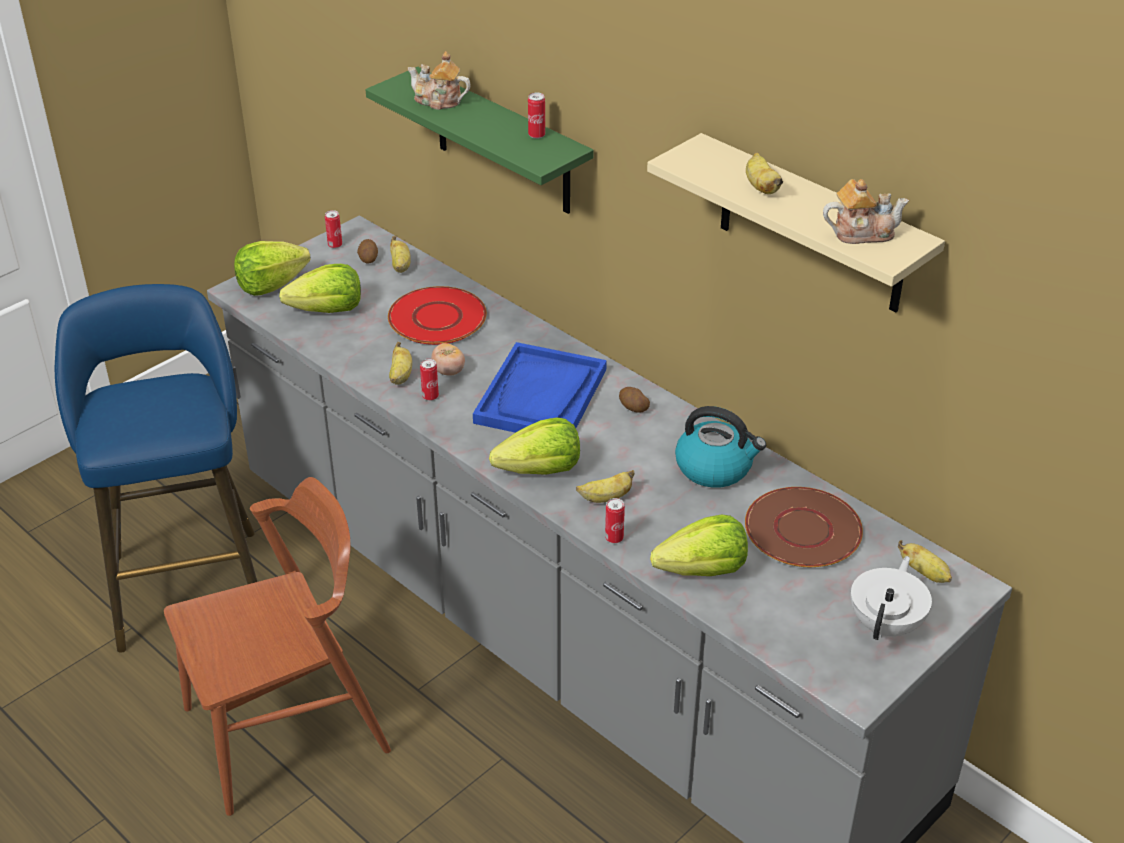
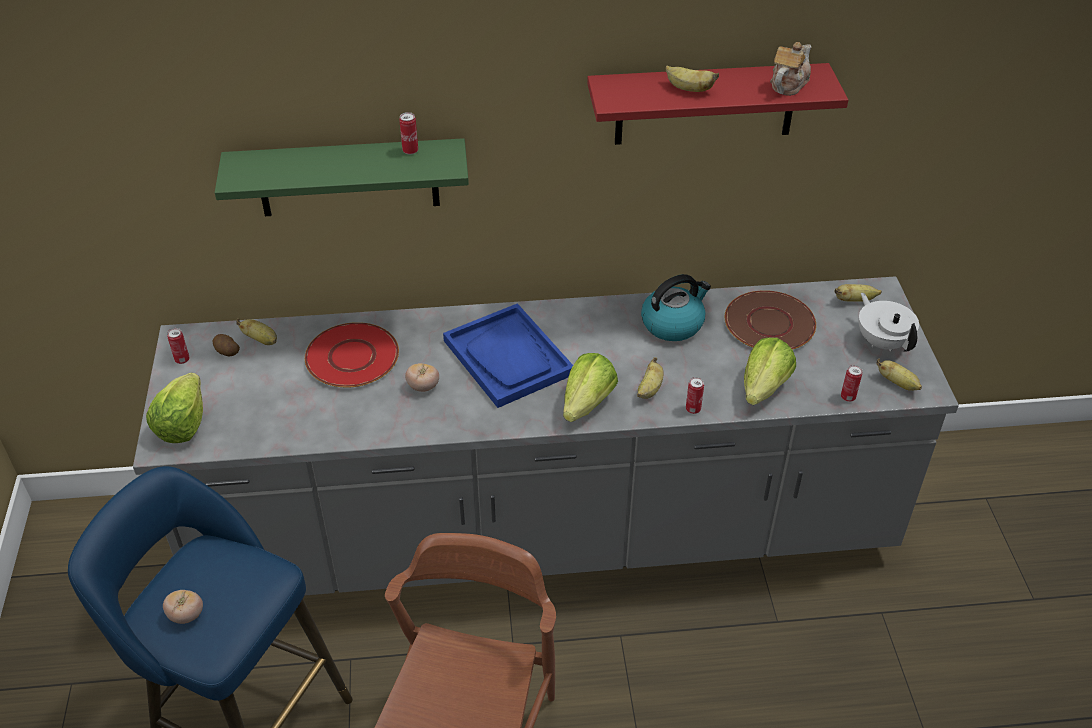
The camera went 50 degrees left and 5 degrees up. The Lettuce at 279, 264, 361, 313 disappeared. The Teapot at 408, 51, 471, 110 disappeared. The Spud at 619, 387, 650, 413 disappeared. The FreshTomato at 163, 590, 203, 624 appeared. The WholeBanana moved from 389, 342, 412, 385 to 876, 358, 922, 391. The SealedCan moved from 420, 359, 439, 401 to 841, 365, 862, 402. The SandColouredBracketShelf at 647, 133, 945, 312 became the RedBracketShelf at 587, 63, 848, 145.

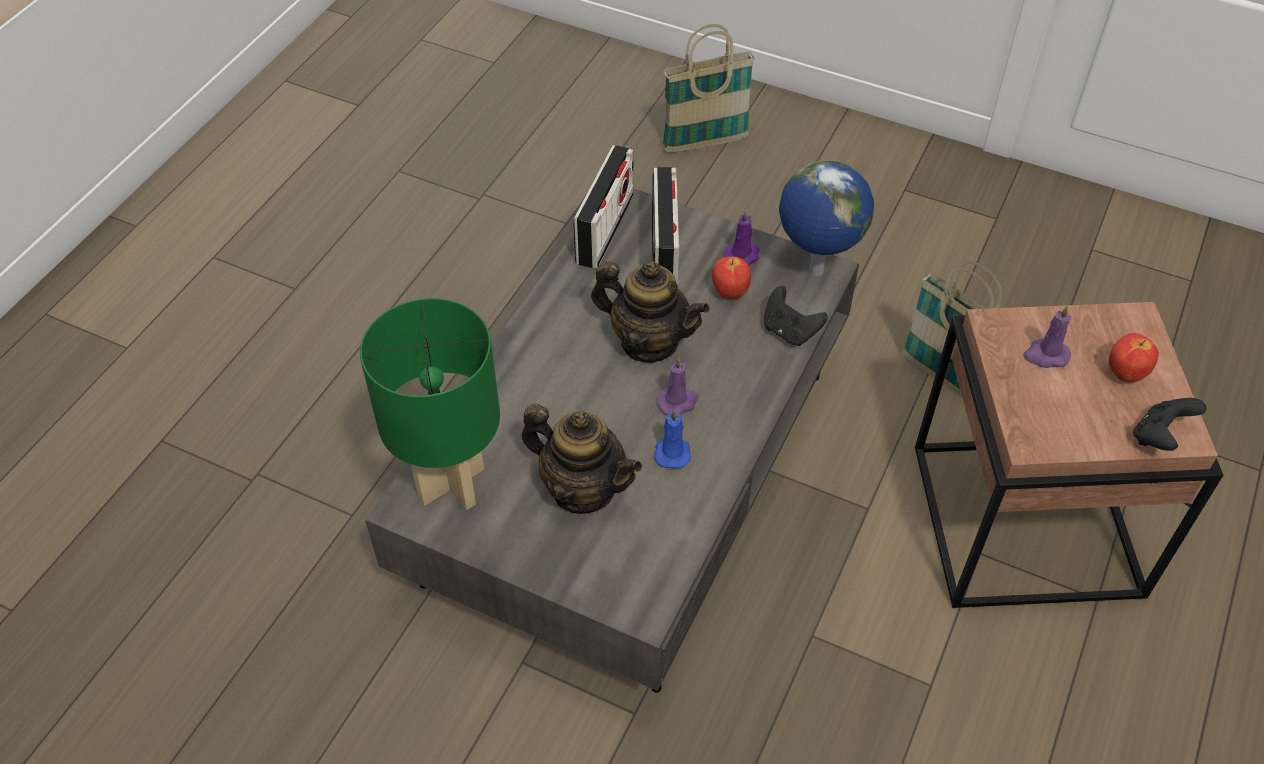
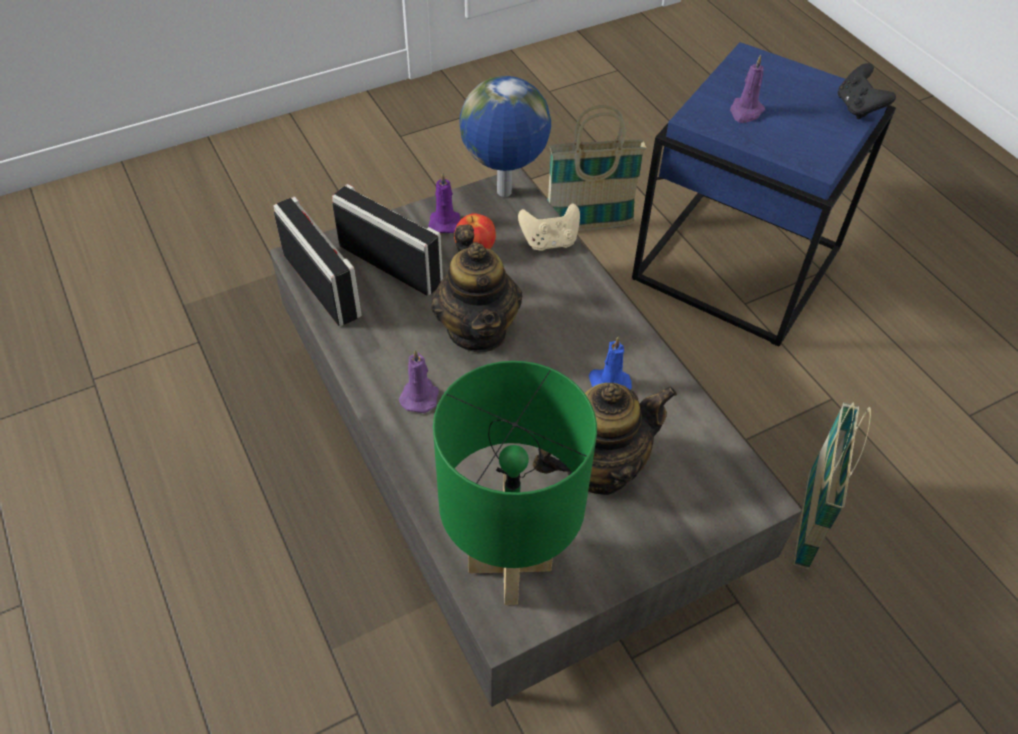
The camera went 55 degrees left and 0 degrees up. The WholeApple at 1109, 333, 1159, 382 disappeared. The PurpleCandle moved from 657, 357, 699, 415 to 399, 349, 439, 413. The Basket moved from 662, 24, 754, 153 to 793, 402, 871, 569. The BlackishGamepad at 764, 286, 828, 346 became the SandColouredGamepad at 518, 203, 580, 251. The BrownAccentTable at 915, 302, 1223, 608 became the BlueColouredAccentTable at 632, 42, 896, 347. The Teapot at 591, 261, 710, 363 turned 105 degrees clockwise.

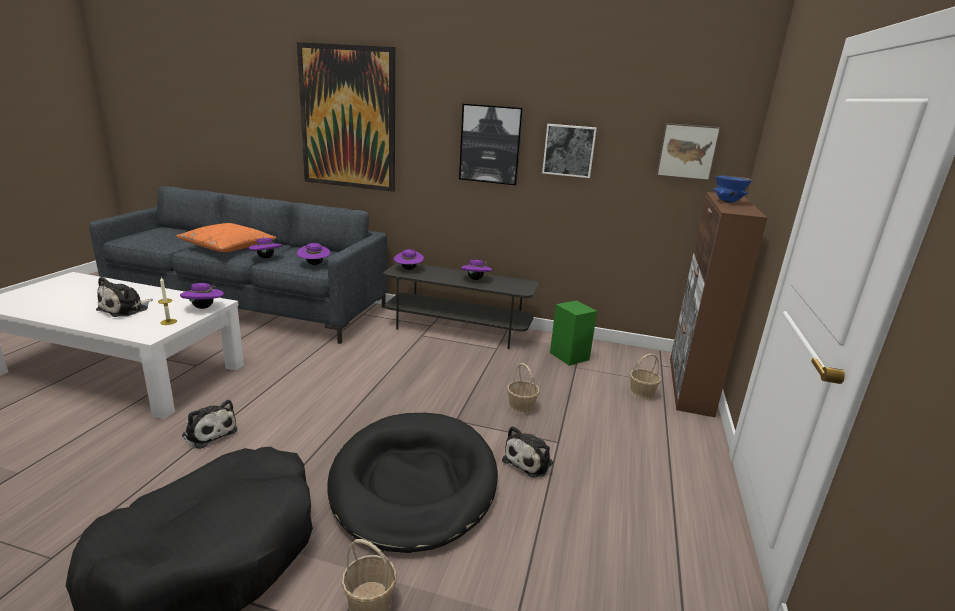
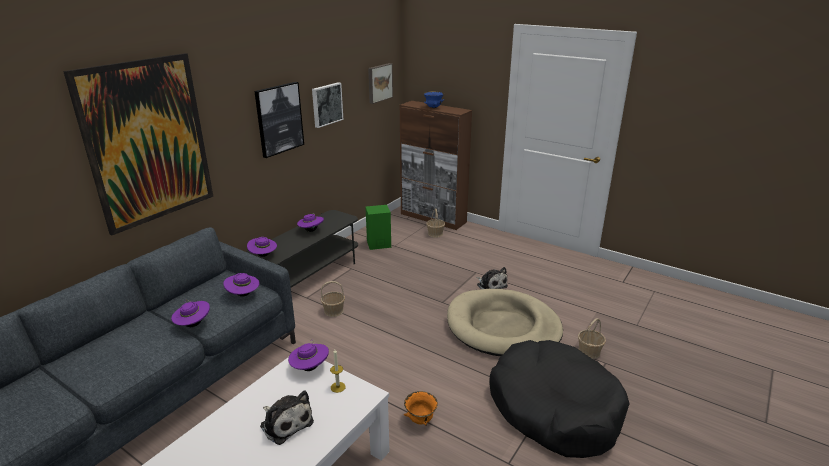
The camera went 70 degrees left and 5 degrees up. The OrangeyPillow at 176, 223, 277, 252 disappeared. The Basket moved from 507, 363, 540, 414 to 321, 281, 345, 317. The SoftToy at 182, 400, 238, 449 was replaced by the OrangeyBowl at 404, 391, 438, 426. The BlackishDogBed at 328, 413, 498, 553 became the SandColouredDogBed at 447, 289, 563, 356.

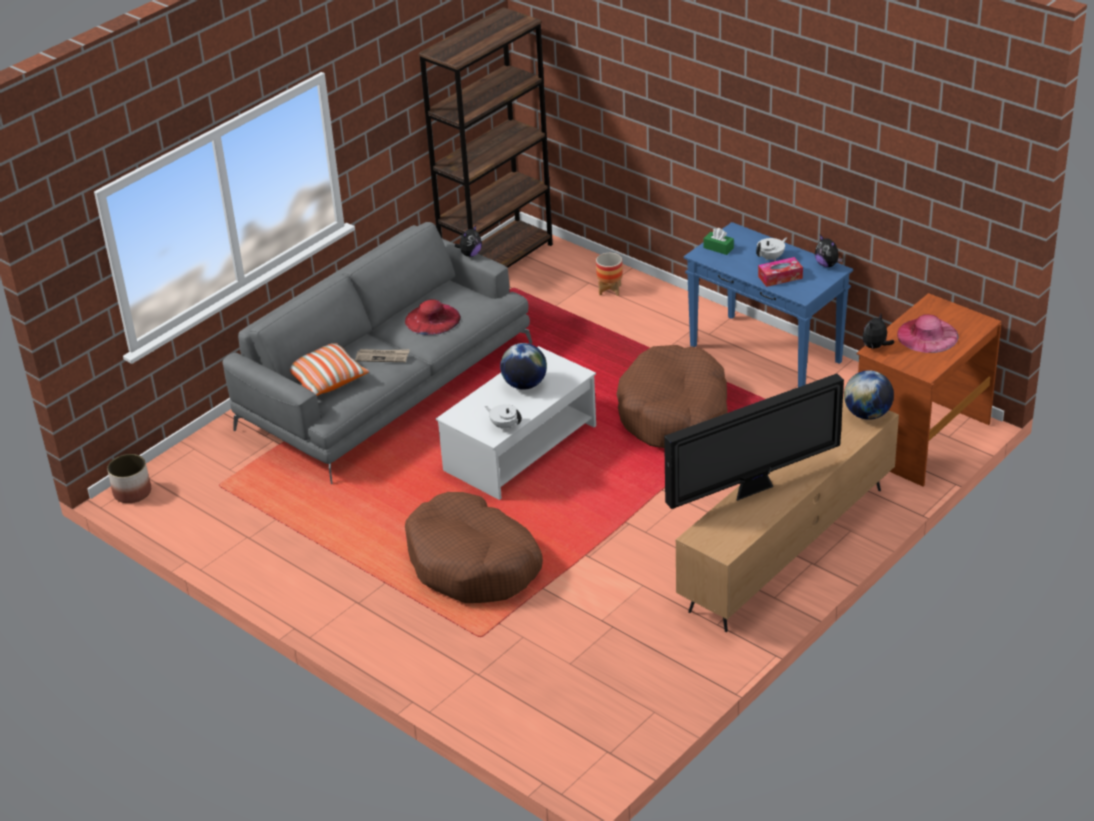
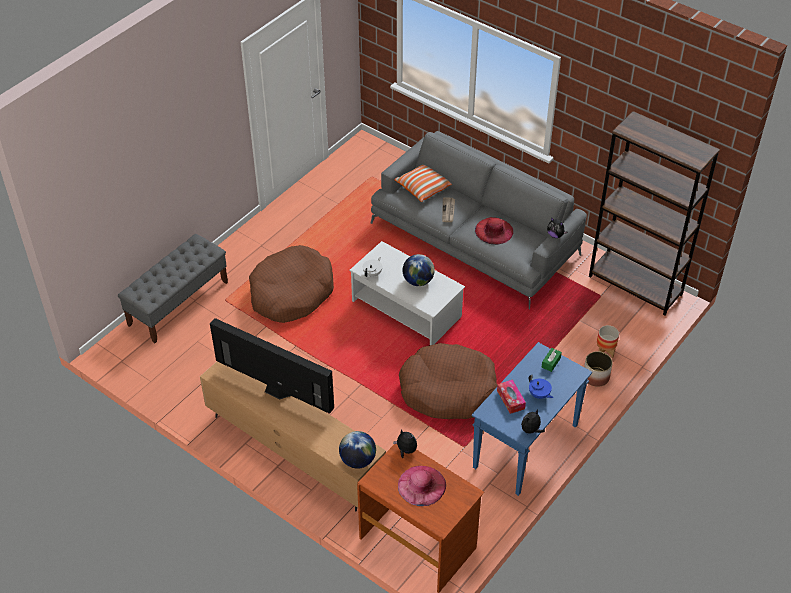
The camera went 85 degrees right and 10 degrees up. The GreyishBench at 118, 234, 228, 343 appeared. The FlowerPot moved from 107, 454, 151, 503 to 584, 351, 612, 387. The WhiteColouredTeapot at 756, 237, 787, 261 became the BlueColouredTeapot at 529, 375, 553, 399. The TvSet at 664, 373, 844, 509 turned 150 degrees clockwise.

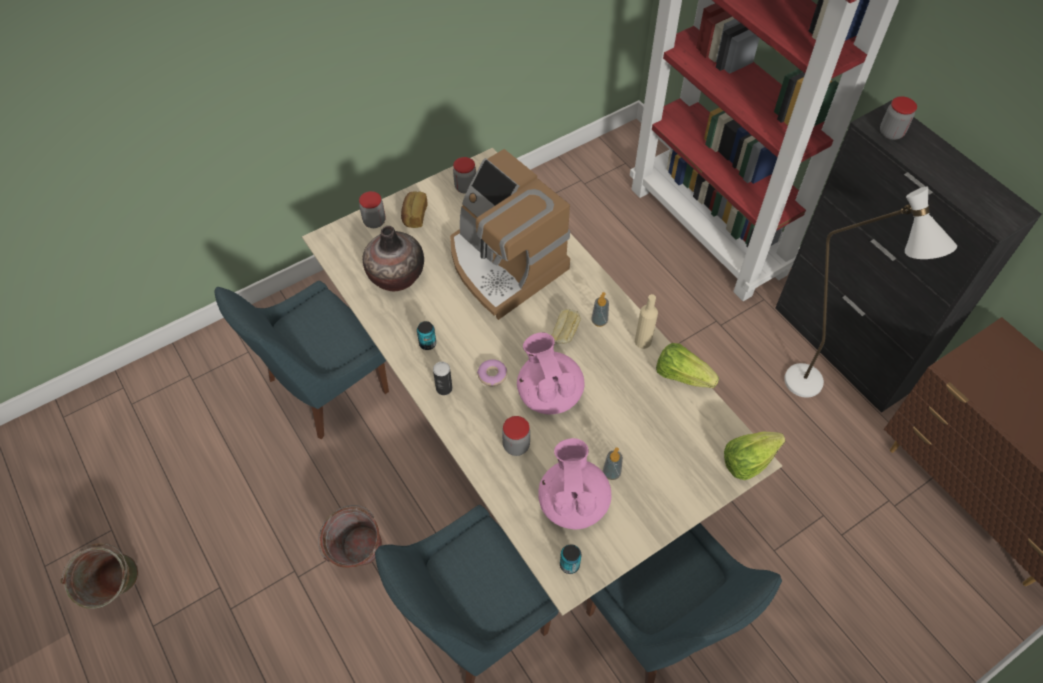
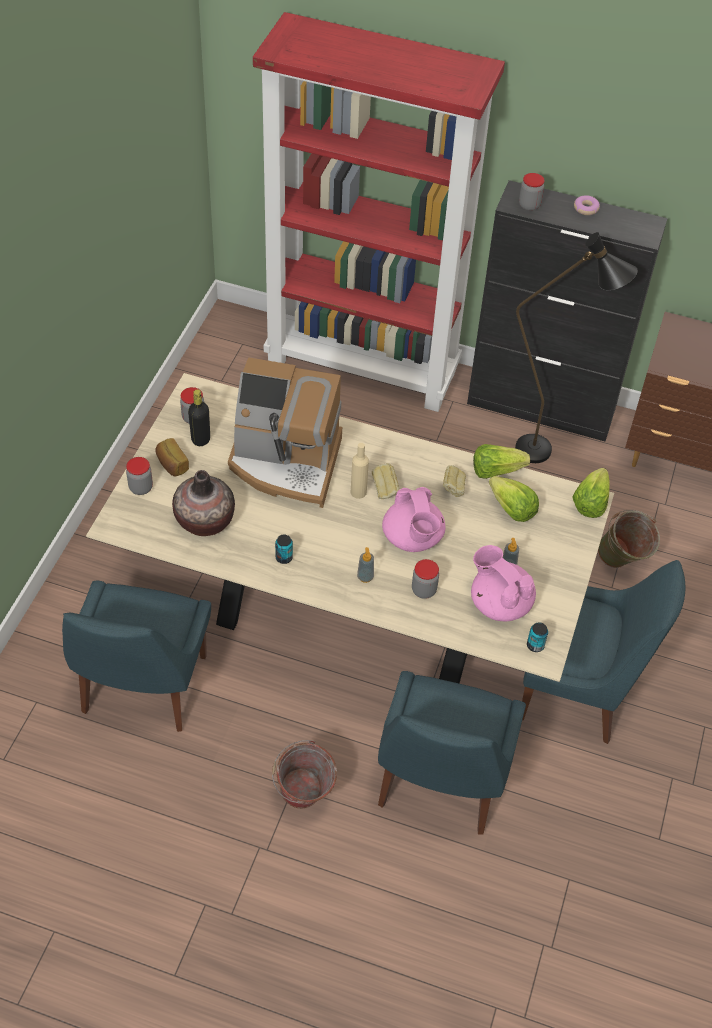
The camera went 40 degrees left and 5 degrees down. The SealedCan at 433, 362, 452, 395 disappeared. The BlackishBottle at 188, 389, 210, 446 appeared. The BakeryBread at 443, 465, 466, 497 appeared. The Lettuce at 489, 476, 539, 522 appeared. The GreenColouredBucket moved from 60, 543, 139, 609 to 598, 510, 660, 568. The Donut moved from 477, 359, 507, 386 to 574, 195, 600, 215. The SoapBottle moved from 591, 292, 609, 327 to 357, 547, 374, 583. The SandColouredBottle moved from 635, 294, 658, 349 to 351, 443, 369, 499. The WhiteColouredStandardLamp at 784, 187, 957, 398 became the BlackishStandardLamp at 515, 232, 638, 463. The PinkTeapot at 517, 332, 584, 414 turned 135 degrees counterclockwise.

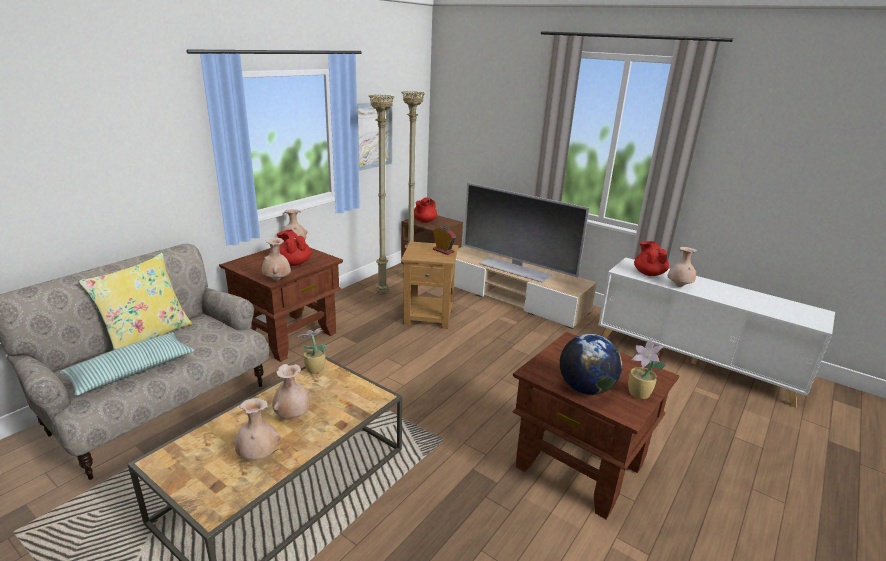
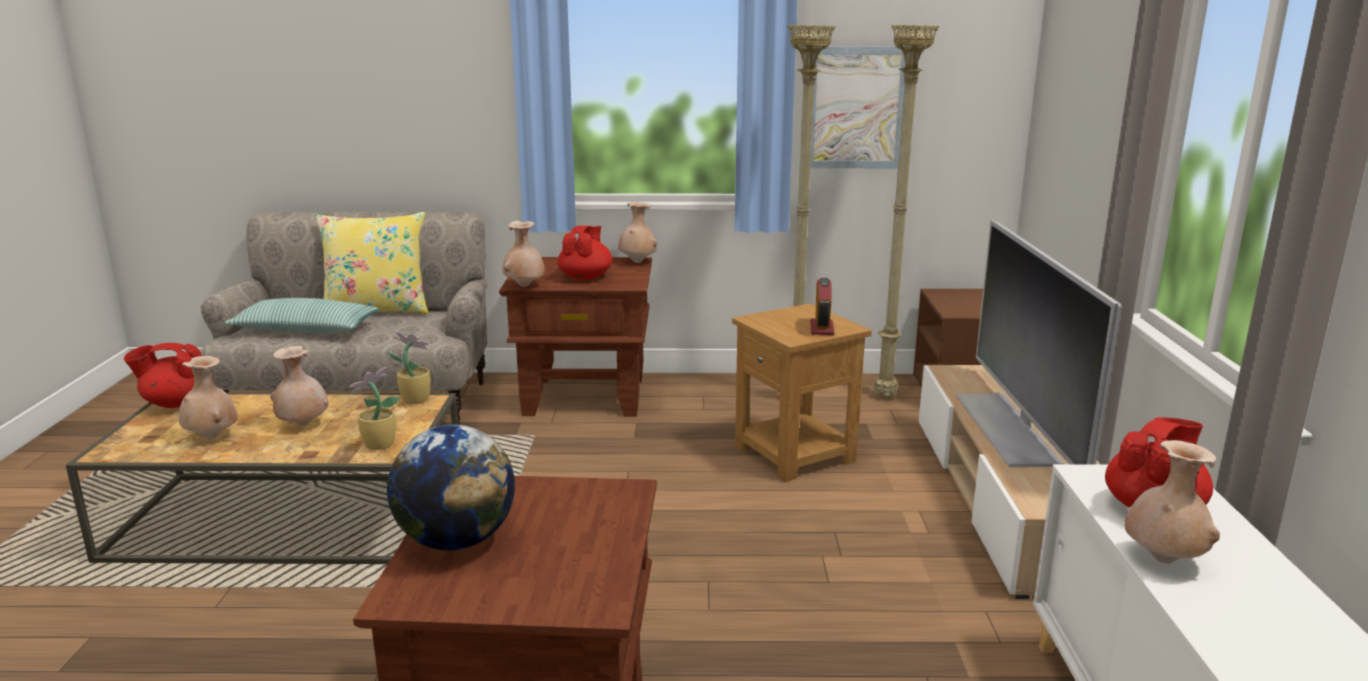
The camera went 55 degrees right and 5 degrees down. The RedTeapot moved from 414, 198, 437, 223 to 124, 343, 202, 408. The Houseplant moved from 628, 339, 666, 399 to 349, 367, 400, 450.

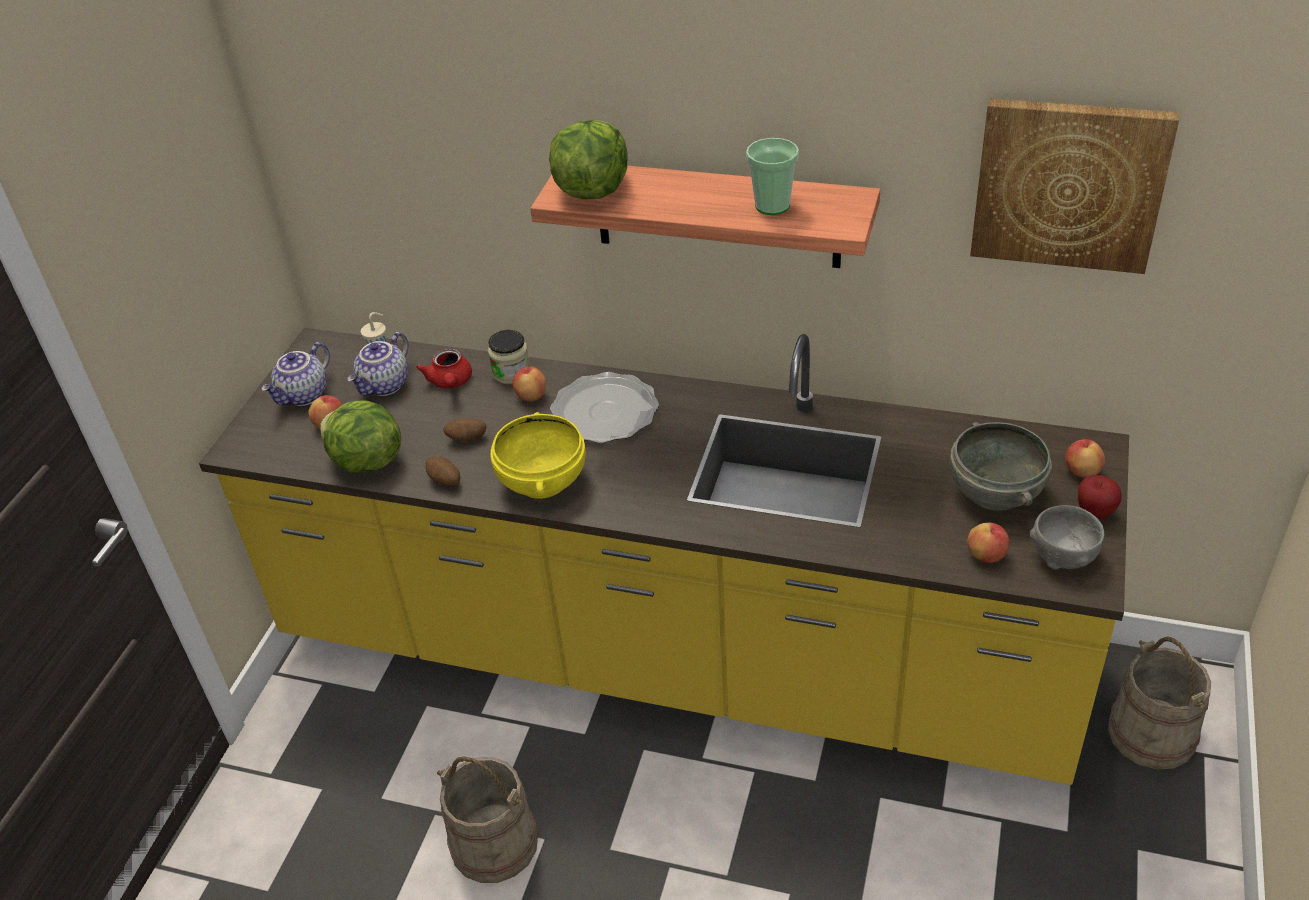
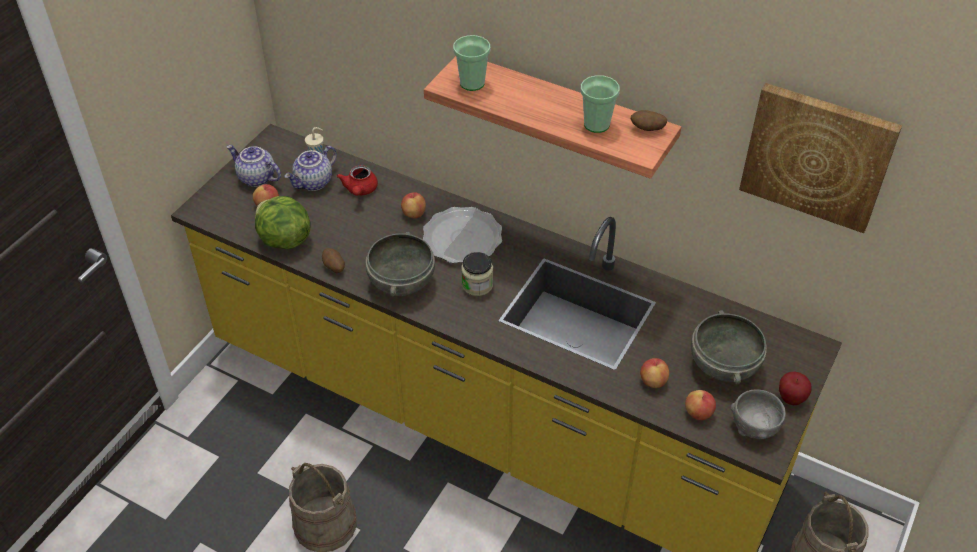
The camera went 10 degrees right and 5 degrees up. The Spud moved from 443, 418, 487, 441 to 631, 110, 667, 131. The StorageJar moved from 488, 330, 530, 384 to 461, 252, 493, 296. The WholeApple moved from 1065, 439, 1105, 478 to 640, 358, 669, 388. The Lettuce at 549, 120, 628, 200 was replaced by the Cup at 453, 35, 490, 91. The YellowishBowl at 490, 412, 586, 499 became the GreyishBowl at 365, 232, 435, 296. The Teapot at 261, 342, 330, 406 turned 75 degrees clockwise.

